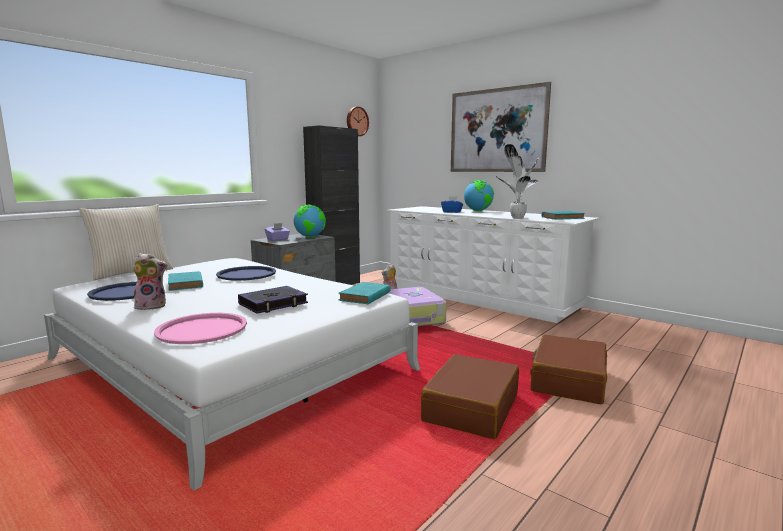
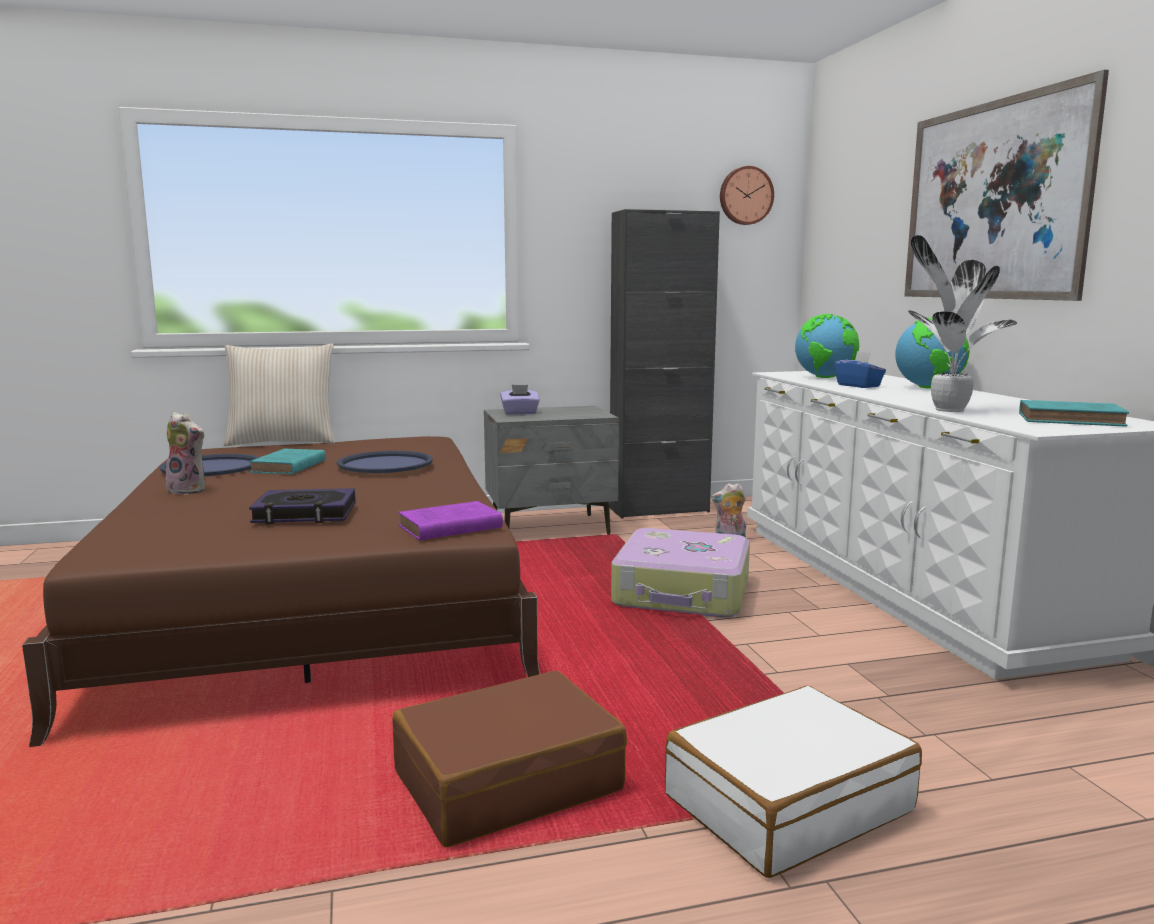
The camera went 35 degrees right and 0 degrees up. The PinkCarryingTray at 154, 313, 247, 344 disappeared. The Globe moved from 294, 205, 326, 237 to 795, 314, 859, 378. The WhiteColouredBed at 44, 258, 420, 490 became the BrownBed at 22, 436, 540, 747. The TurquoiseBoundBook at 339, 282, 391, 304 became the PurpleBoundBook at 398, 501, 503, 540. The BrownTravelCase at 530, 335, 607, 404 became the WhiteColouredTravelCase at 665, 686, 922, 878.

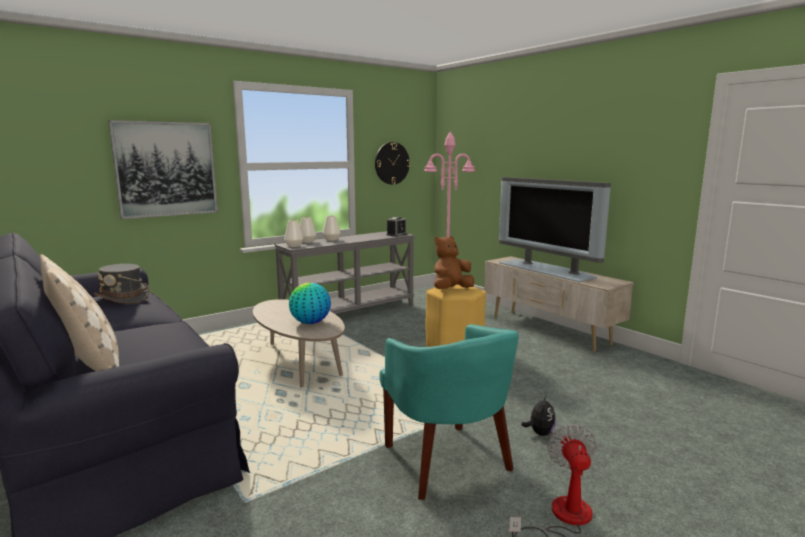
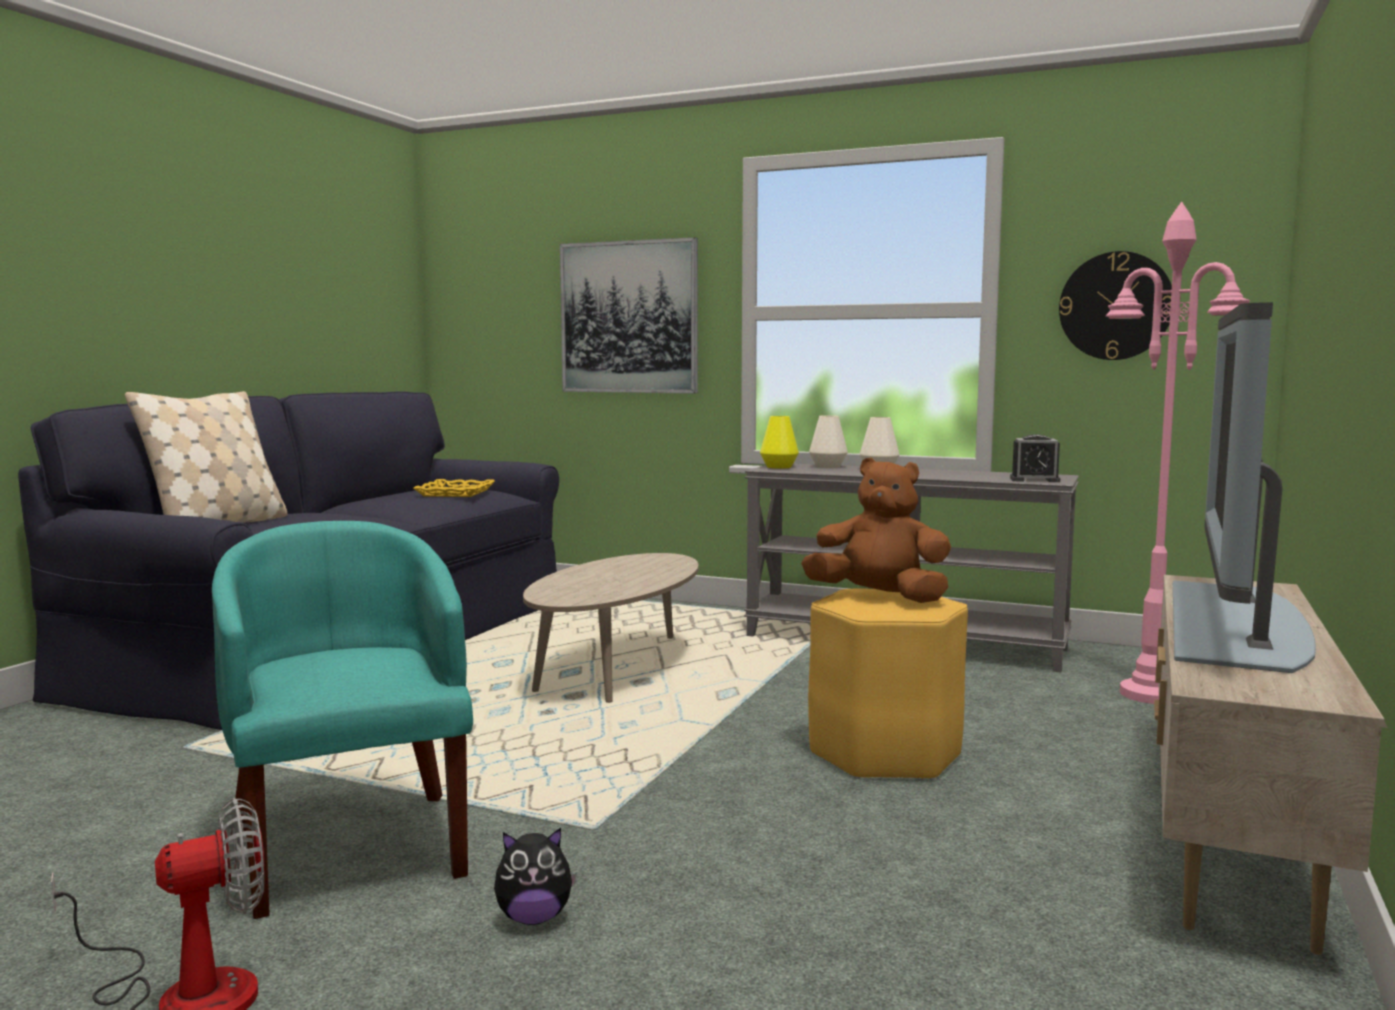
The camera went 60 degrees right and 5 degrees down. The Globe at 289, 282, 331, 324 disappeared. The GreyishClothingHat at 94, 264, 150, 304 was replaced by the YellowishCarryingTray at 413, 479, 495, 497. The WhiteColouredDecorativeVase at 284, 220, 304, 247 became the YellowishDecorativeVase at 760, 416, 799, 469. The TurquoiseArmchair at 379, 324, 519, 500 turned 120 degrees clockwise.

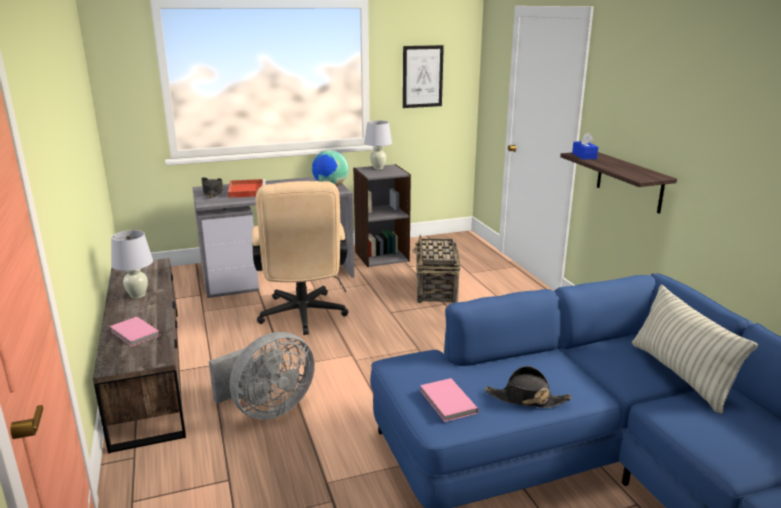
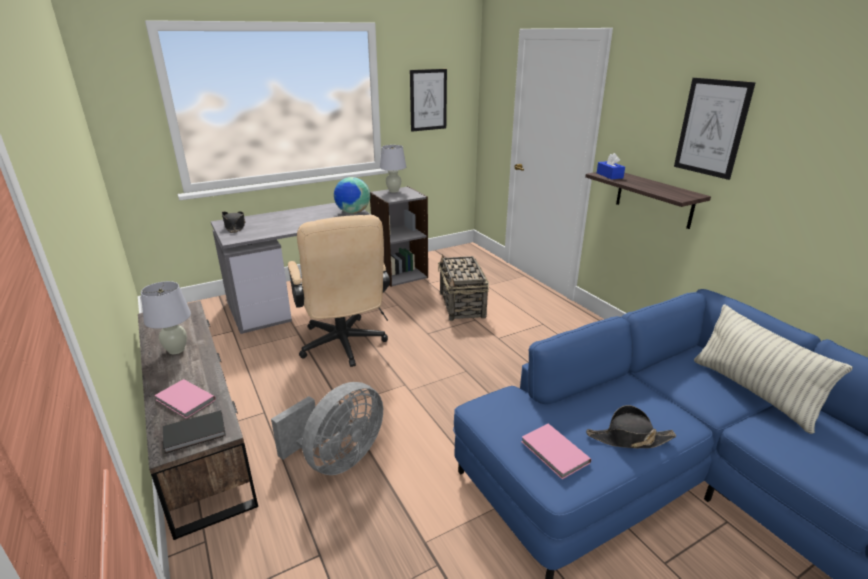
The camera went 10 degrees left and 5 degrees up. The RedCarryingTray at 228, 179, 266, 198 disappeared. The BlackishBoundBook at 163, 410, 226, 454 appeared. The WallPicture at 674, 78, 756, 180 appeared.

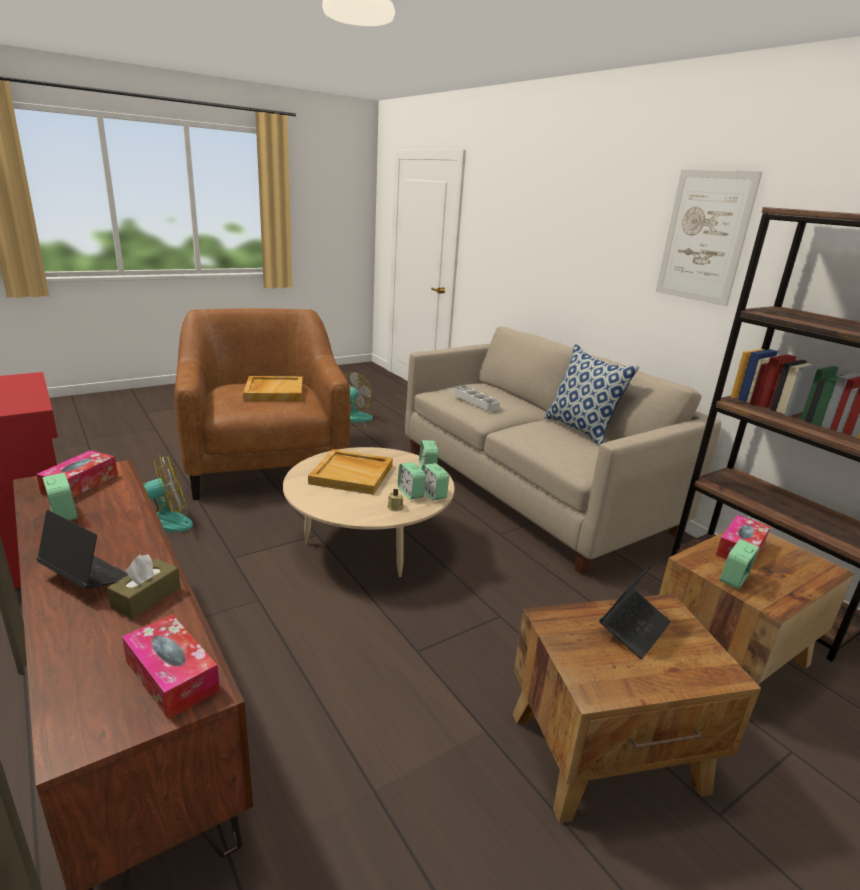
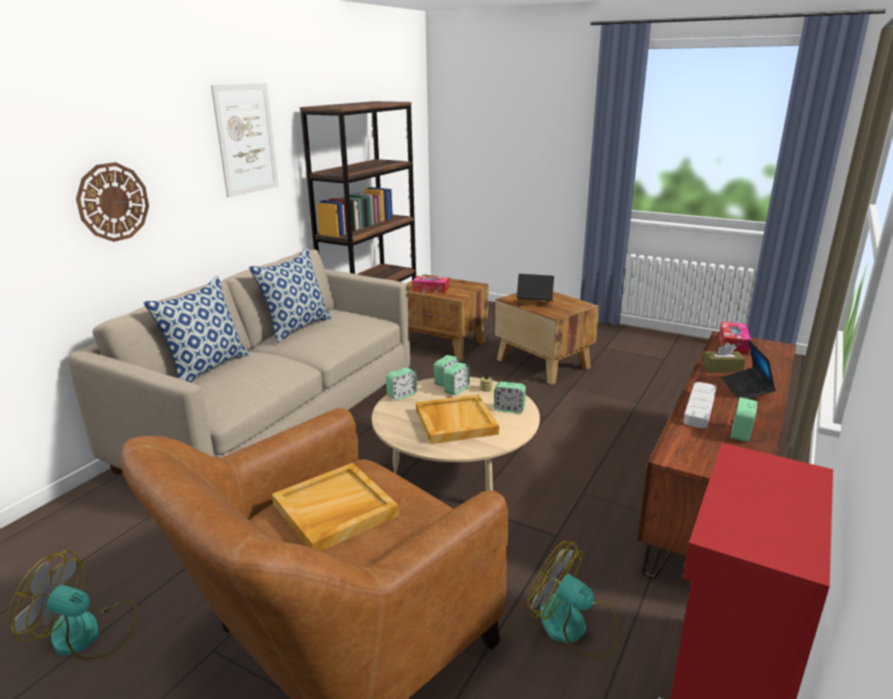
The camera went 115 degrees left and 0 degrees up. The TissueBox at 36, 450, 118, 498 disappeared. The HangingClock at 76, 162, 149, 242 appeared. The Pillow at 143, 276, 250, 382 appeared. The GreyishCarryingTray moved from 454, 386, 500, 411 to 684, 382, 717, 428. The BedsideClock moved from 719, 539, 759, 589 to 494, 382, 526, 414.

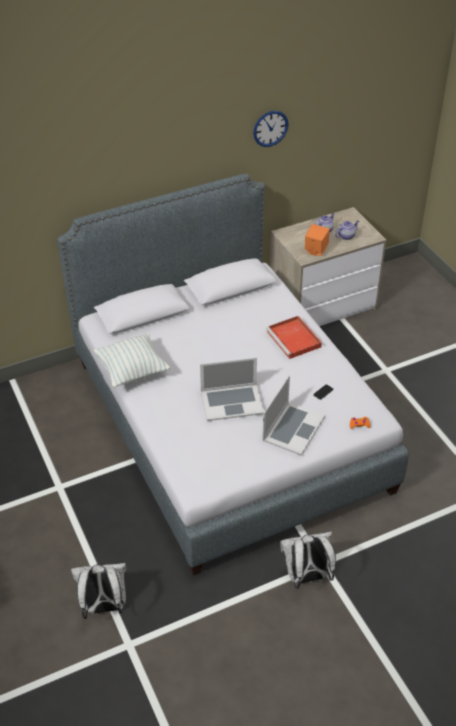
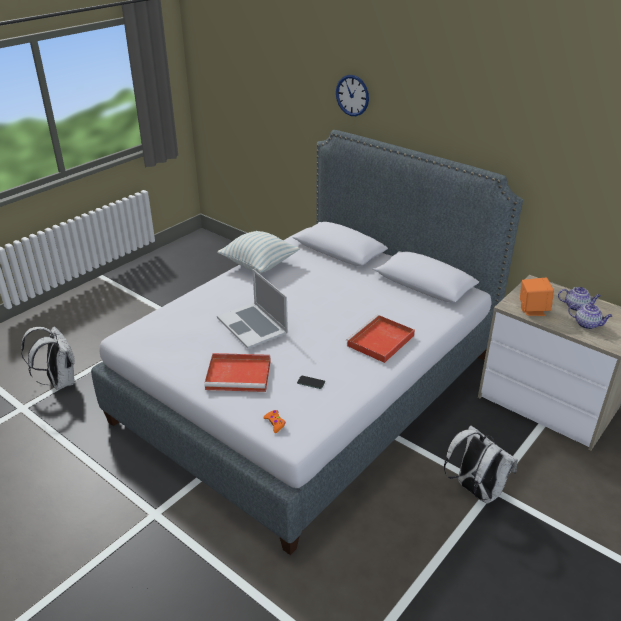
The camera went 65 degrees right and 10 degrees down. The HangingClock moved from 253, 111, 288, 147 to 336, 75, 369, 116. The WhiteColouredBackpack moved from 280, 532, 336, 589 to 444, 425, 518, 504. The PortableComputer at 262, 375, 325, 456 was replaced by the RedCarryingTray at 204, 353, 271, 392.

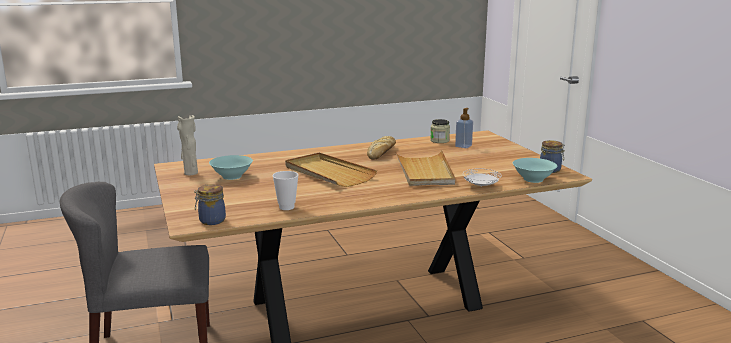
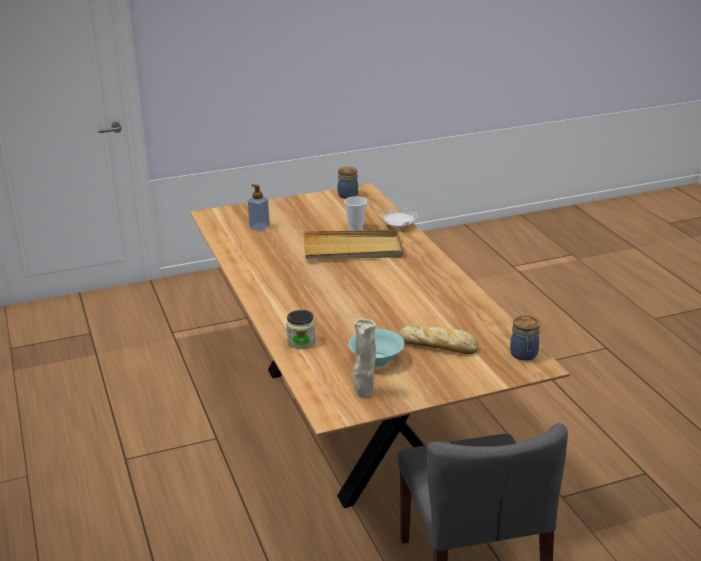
The camera went 90 degrees left and 10 degrees up. The SandColouredCarryingTray at 285, 152, 377, 187 disappeared. The TurquoiseBowl at 513, 158, 557, 183 disappeared. The Cup moved from 272, 171, 299, 210 to 344, 196, 367, 231. The BakeryBread moved from 367, 136, 396, 160 to 398, 325, 478, 354. The StorageJar moved from 430, 119, 450, 143 to 286, 310, 315, 349.

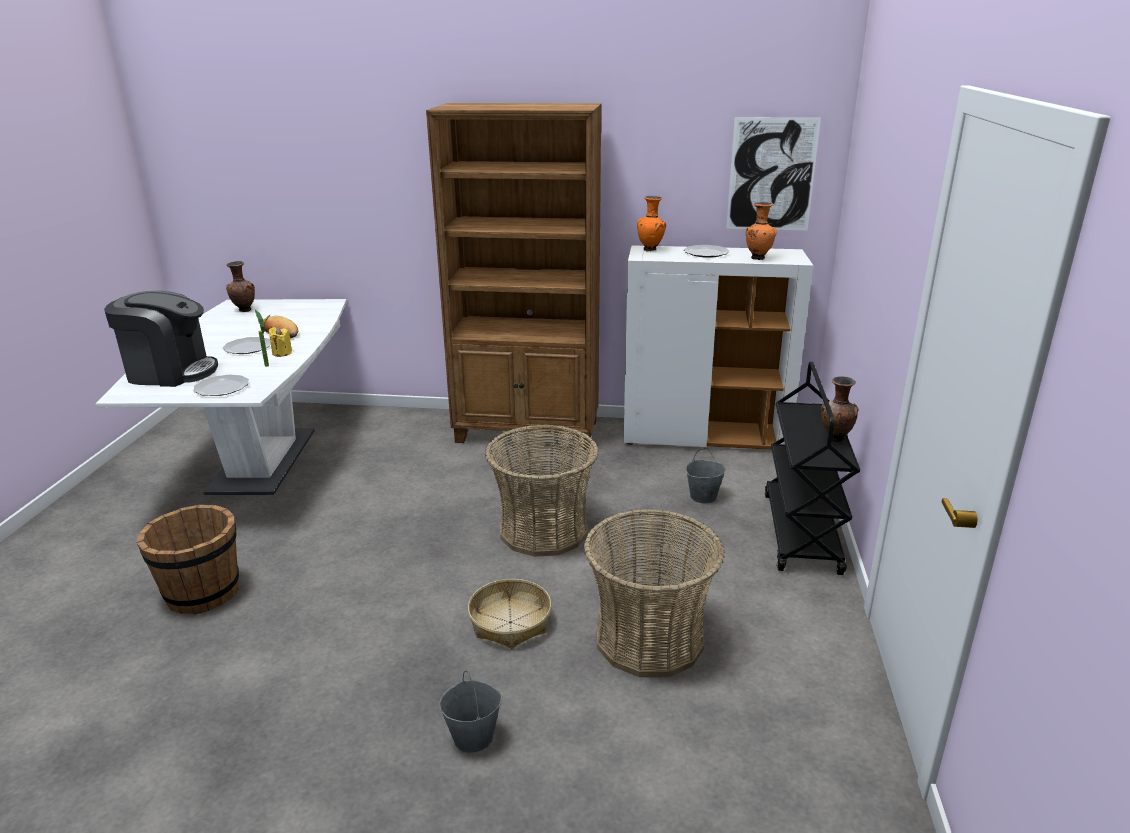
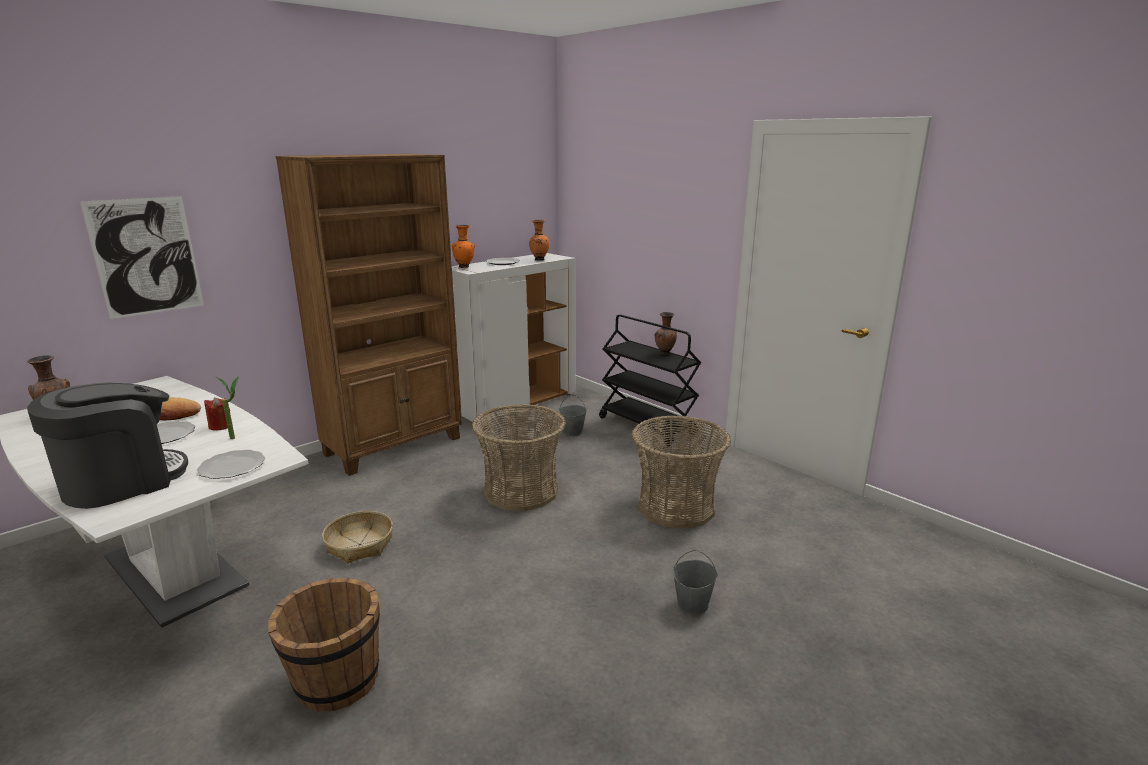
The camera went 50 degrees left and 5 degrees down. The Basket moved from 467, 579, 552, 649 to 322, 511, 393, 563. The WallPicture moved from 726, 117, 821, 230 to 80, 196, 204, 319. The YellowishCandle at 269, 327, 292, 357 became the RedCandle at 204, 397, 230, 431.

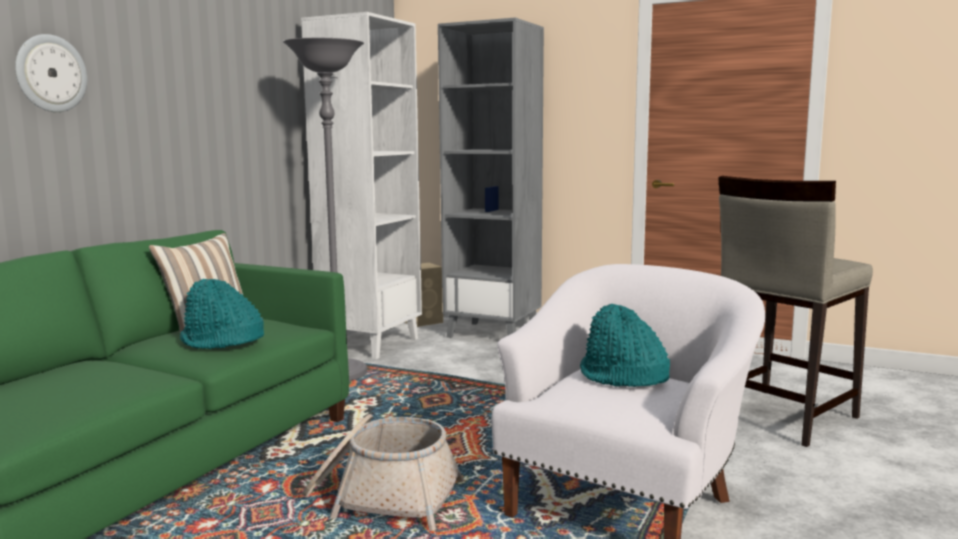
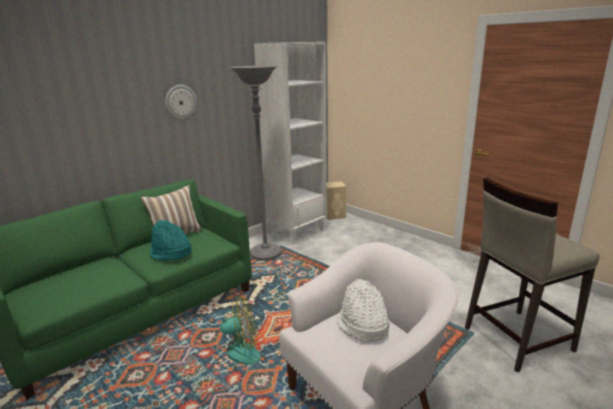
The camera went 20 degrees right and 10 degrees up. The GreyishBookshelf at 438, 17, 544, 338 disappeared. The HangingClock moved from 15, 34, 87, 112 to 165, 85, 197, 120. The Basket at 303, 414, 464, 531 was replaced by the ElectricFan at 209, 297, 261, 370. The TurquoiseClothingHat at 580, 304, 670, 387 became the WhiteColouredClothingHat at 337, 279, 389, 342.

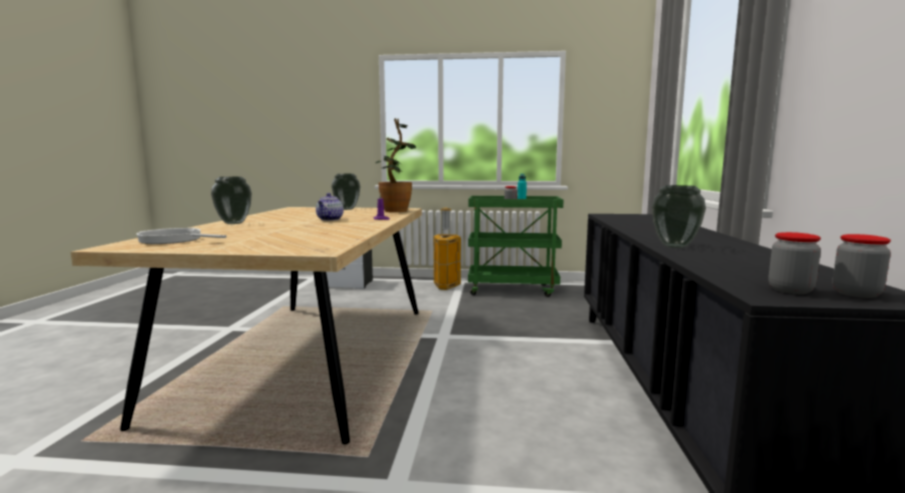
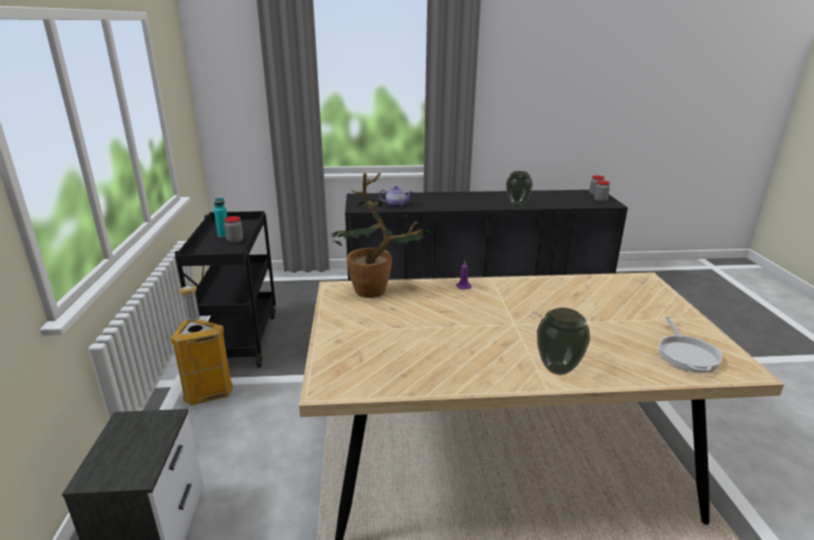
The camera went 100 degrees left and 15 degrees up. The DecorativeVase at 331, 174, 360, 210 disappeared. The Teapot moved from 316, 193, 344, 221 to 379, 186, 413, 208. The GreenColouredTrolley at 468, 196, 564, 297 became the BlackishTrolley at 175, 211, 276, 368.

